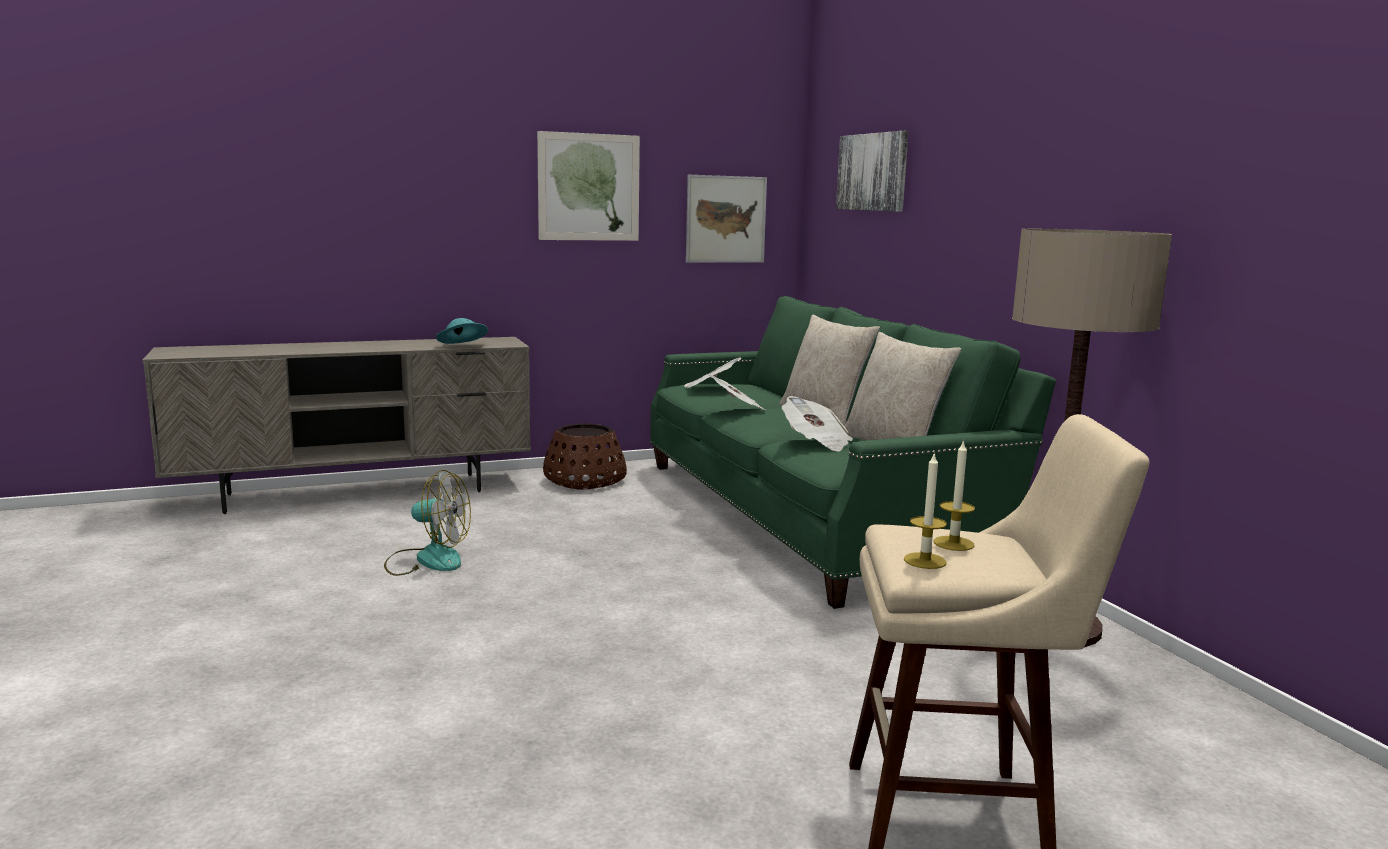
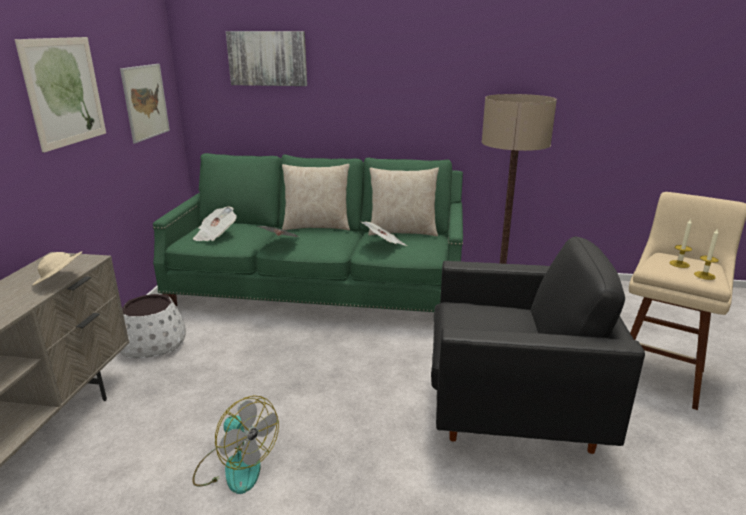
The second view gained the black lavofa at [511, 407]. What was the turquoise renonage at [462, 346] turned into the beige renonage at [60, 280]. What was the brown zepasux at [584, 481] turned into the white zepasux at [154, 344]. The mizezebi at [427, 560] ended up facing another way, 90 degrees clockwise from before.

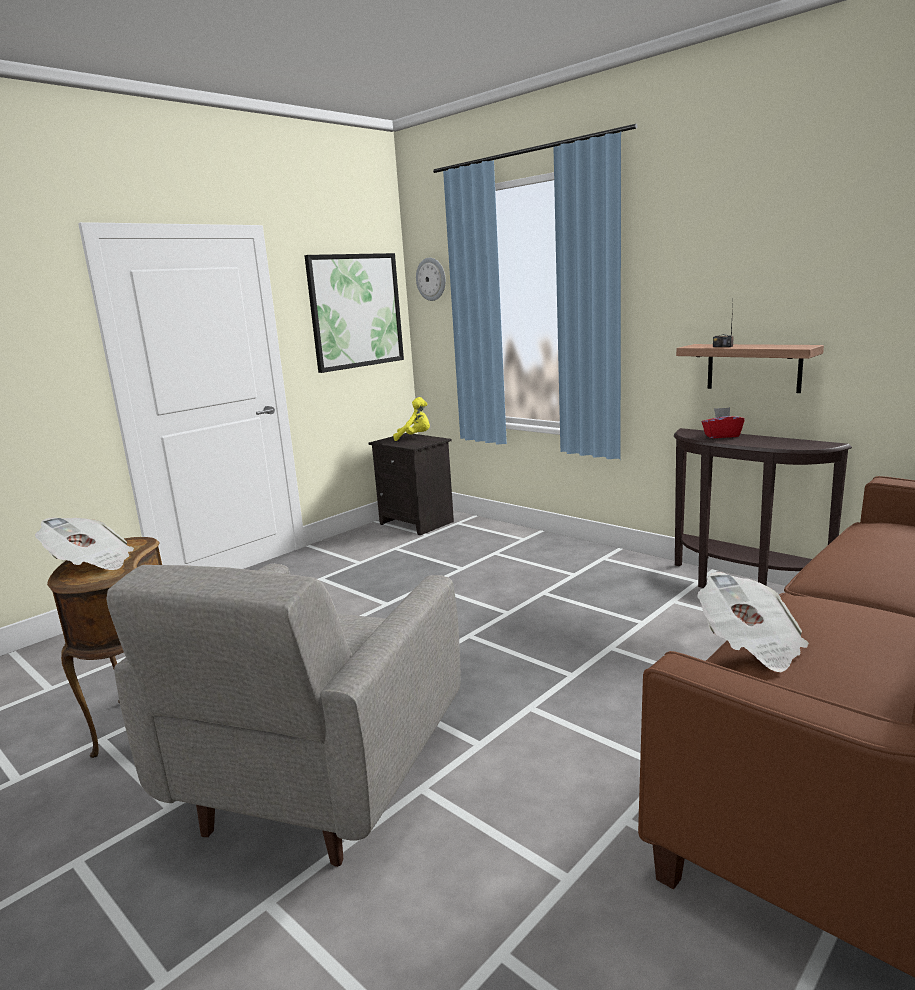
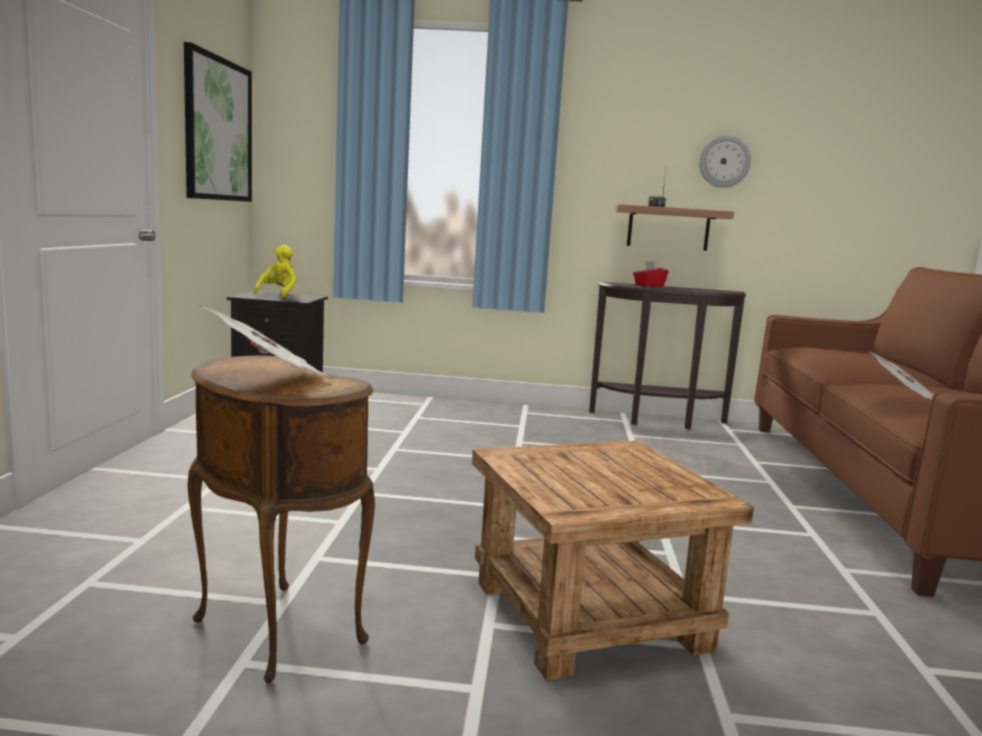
The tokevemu ended up elsewhere, having gone from [431, 279] to [724, 162]. Where the grey lavofa stood at [317, 780], the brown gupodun came to stand at [588, 616]. The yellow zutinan at [415, 437] ended up facing another way, 45 degrees counterclockwise from before.

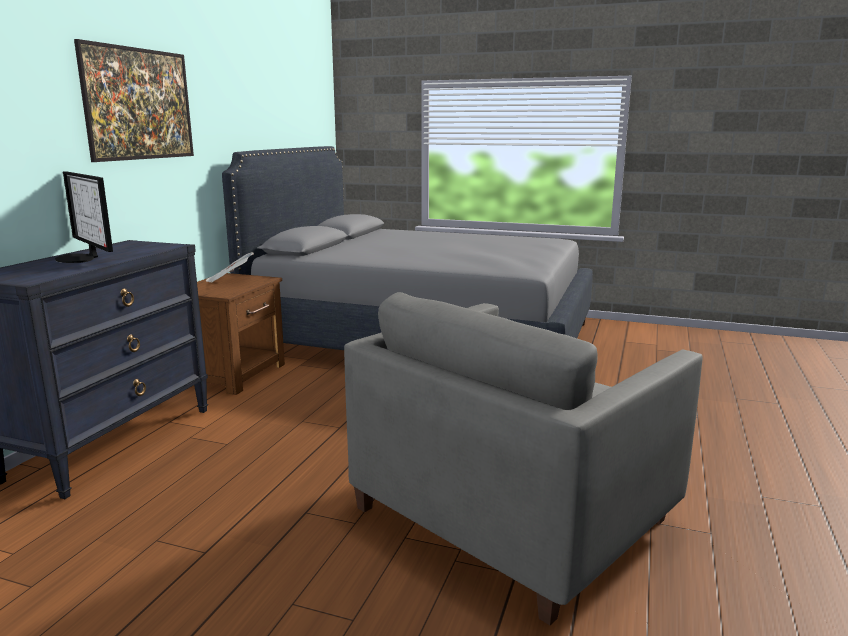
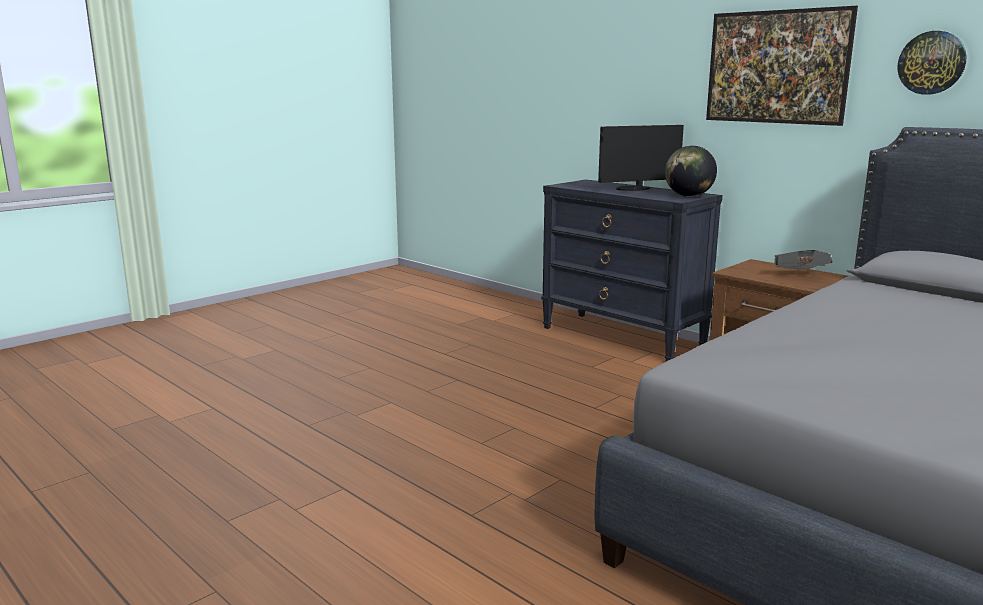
The second view lost the grey lavofa at [512, 515]. The second view gained the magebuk at [688, 196]. The second view gained the tokevemu at [931, 63].

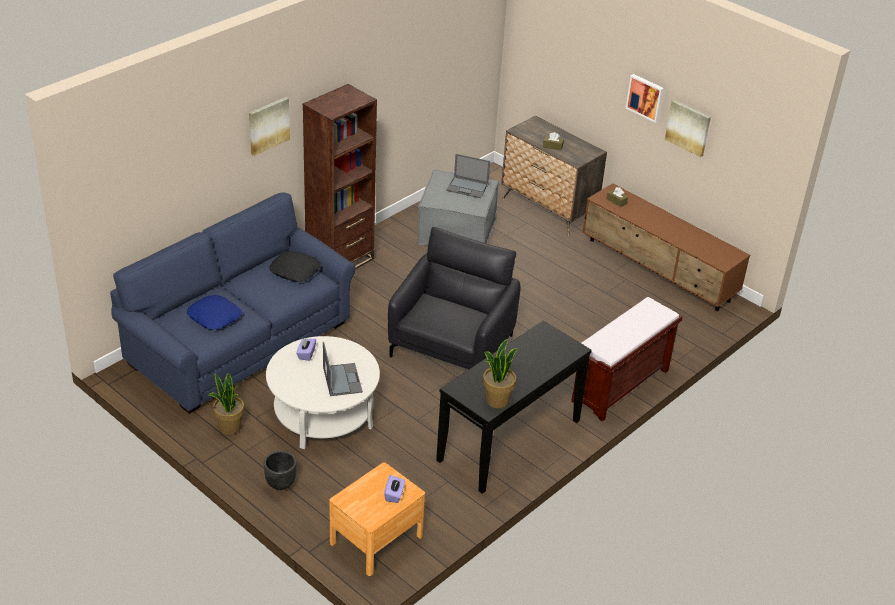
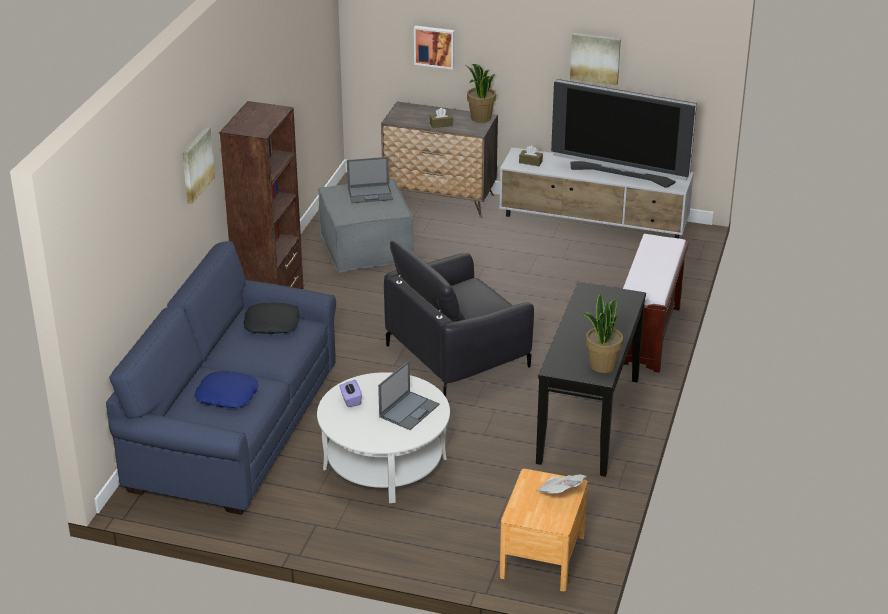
The second view lost the black zepasux at [280, 484]. The second view gained the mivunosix at [621, 174]. The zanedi ended up elsewhere, having gone from [229, 427] to [480, 118]. The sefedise ended up elsewhere, having gone from [645, 97] to [434, 46]. Where the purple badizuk stood at [394, 495], the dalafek came to stand at [560, 493]. What was the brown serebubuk at [658, 271] turned into the white serebubuk at [594, 223]. The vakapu at [342, 379] ended up facing another way, 75 degrees clockwise from before. The black lavofa at [451, 346] ended up facing another way, 120 degrees counterclockwise from before.

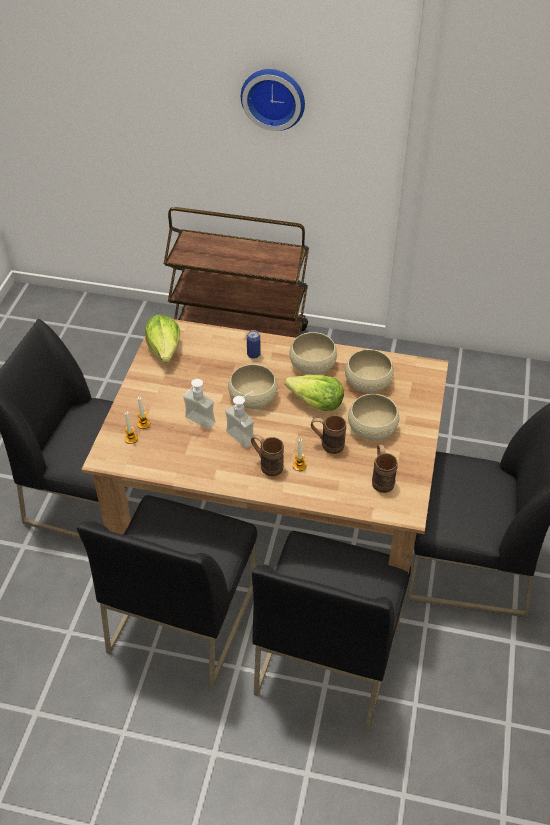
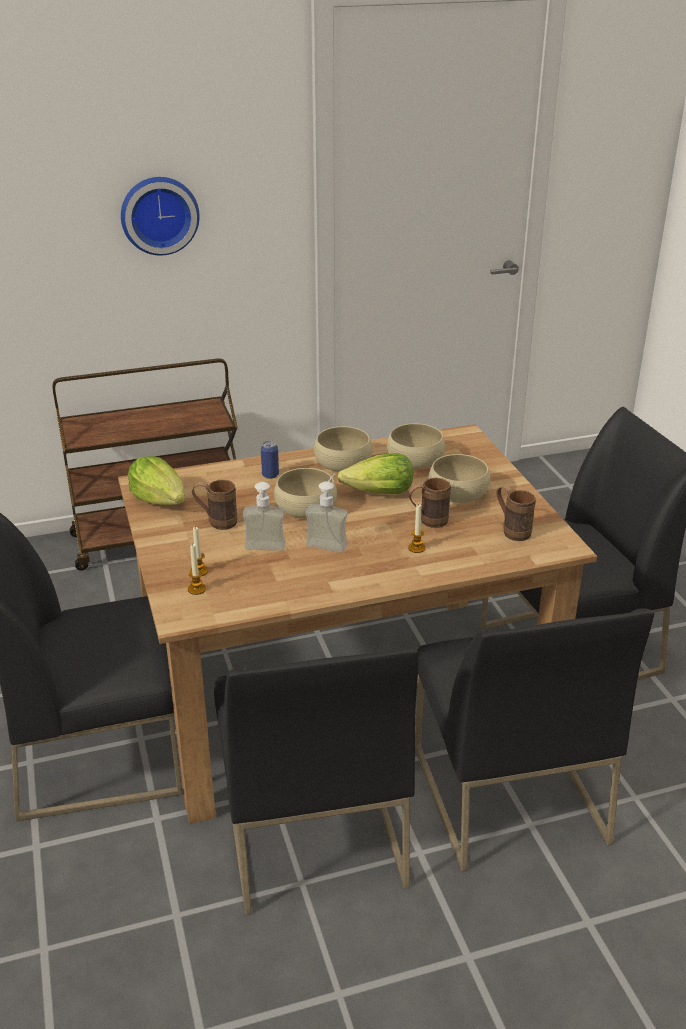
The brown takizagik ended up elsewhere, having gone from [267, 465] to [216, 522].

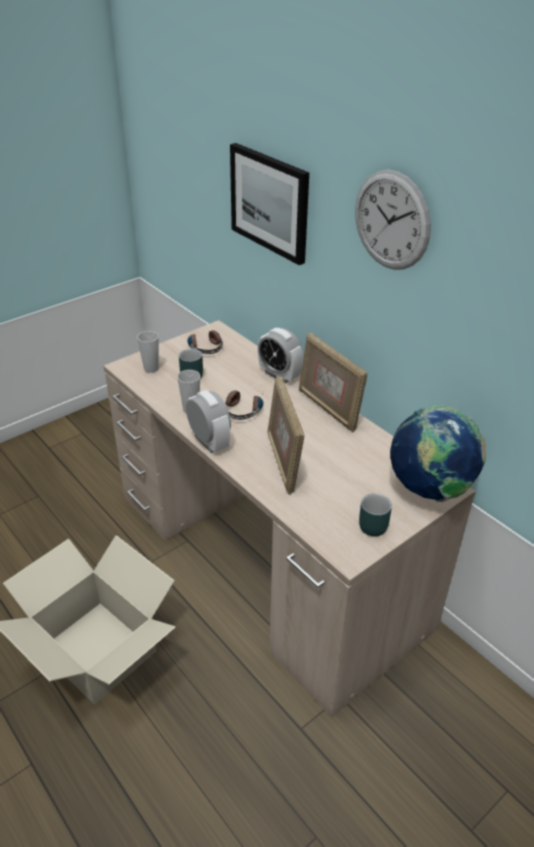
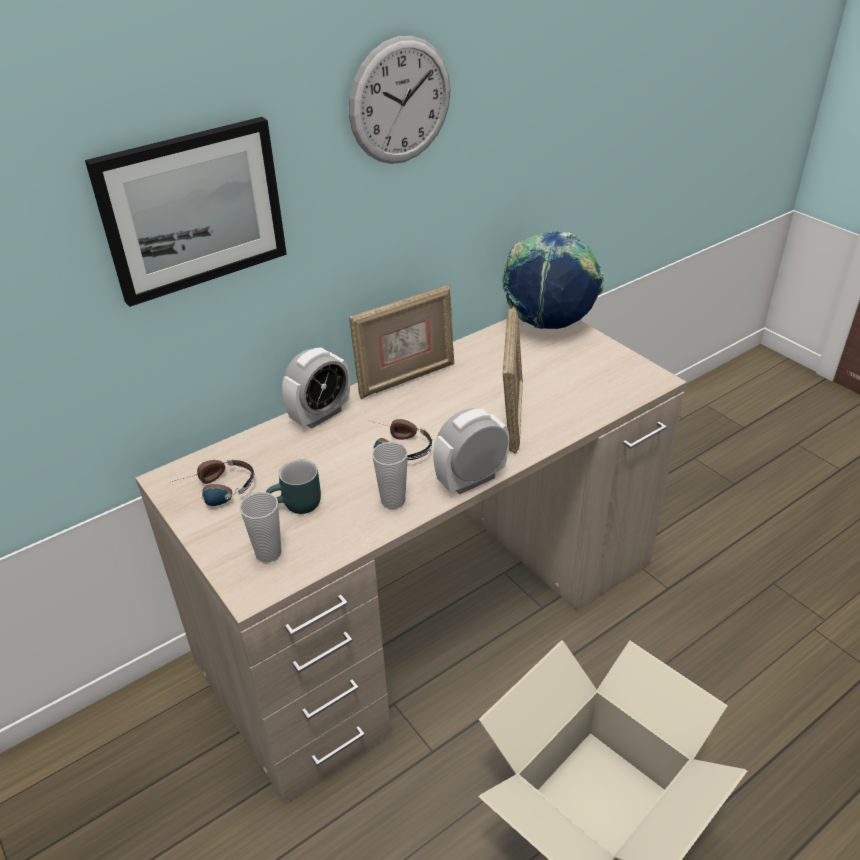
The second view lost the turquoise takizagik at [371, 523]. The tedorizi at [283, 462] ended up facing another way, 75 degrees counterclockwise from before.

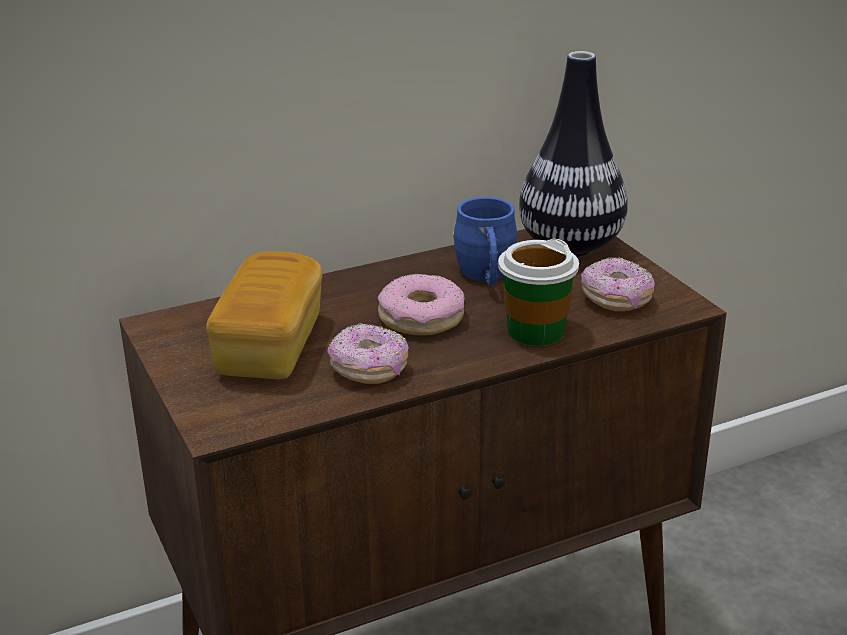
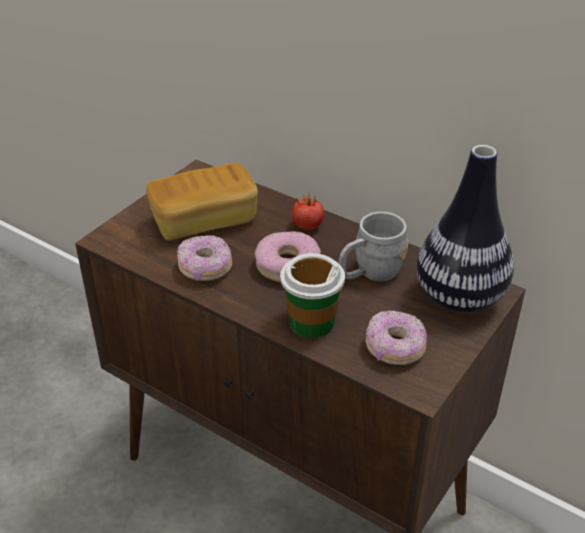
The second view gained the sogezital at [308, 226]. What was the blue takizagik at [486, 277] turned into the grey takizagik at [369, 273].

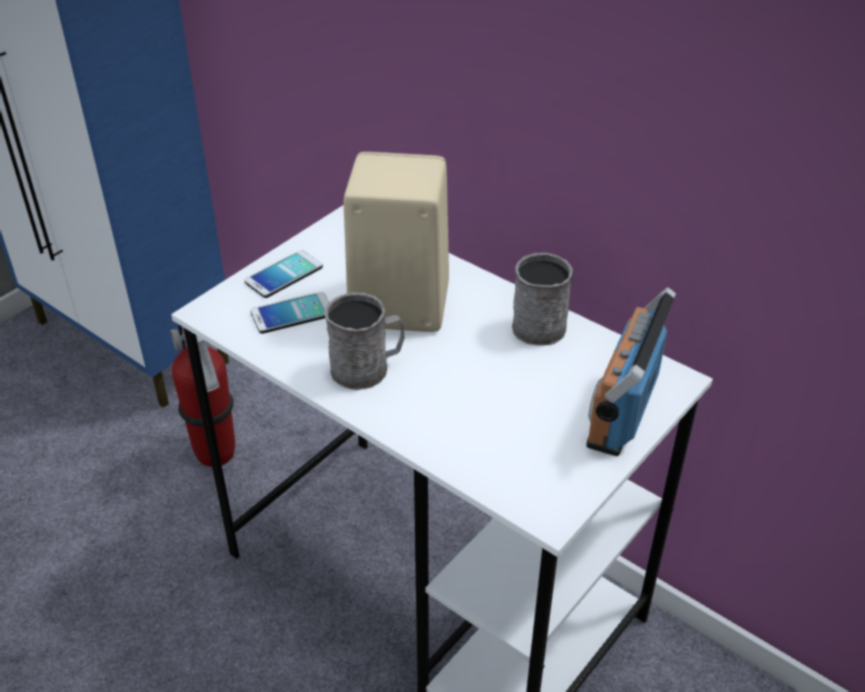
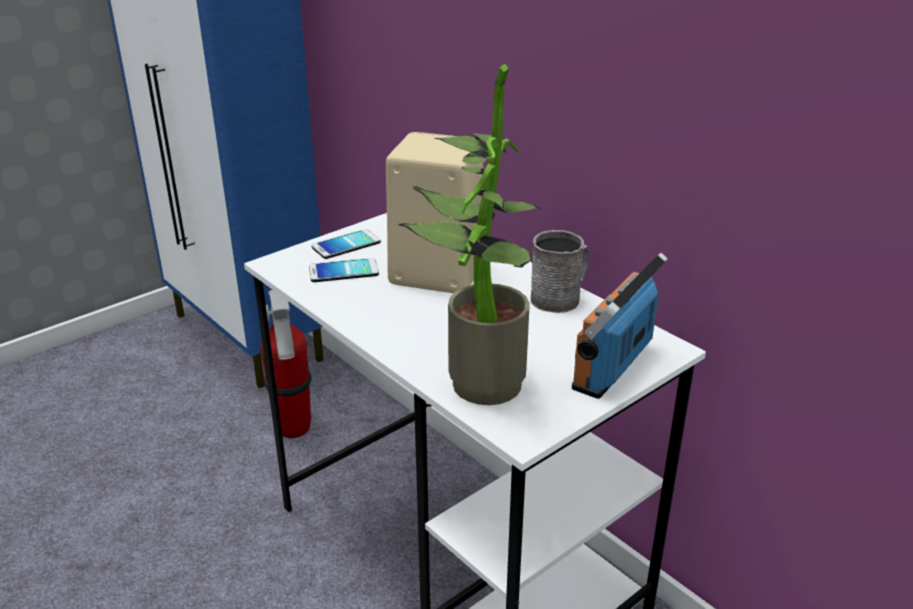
The second view lost the grey takizagik at [367, 368]. The second view gained the zanedi at [475, 382].

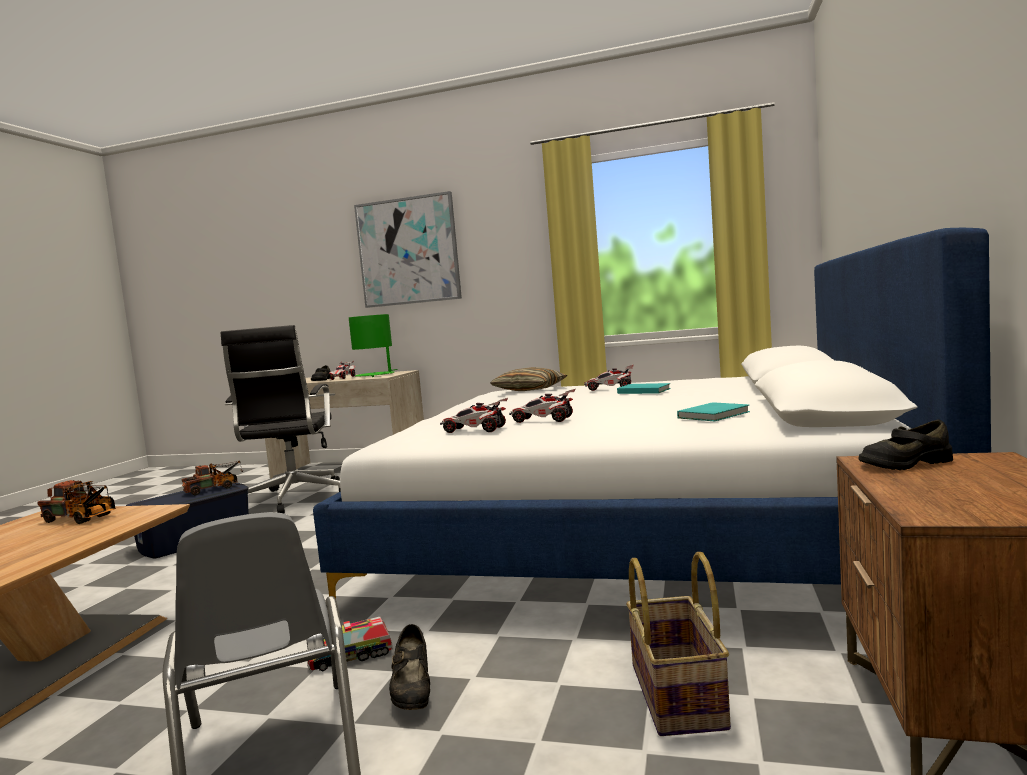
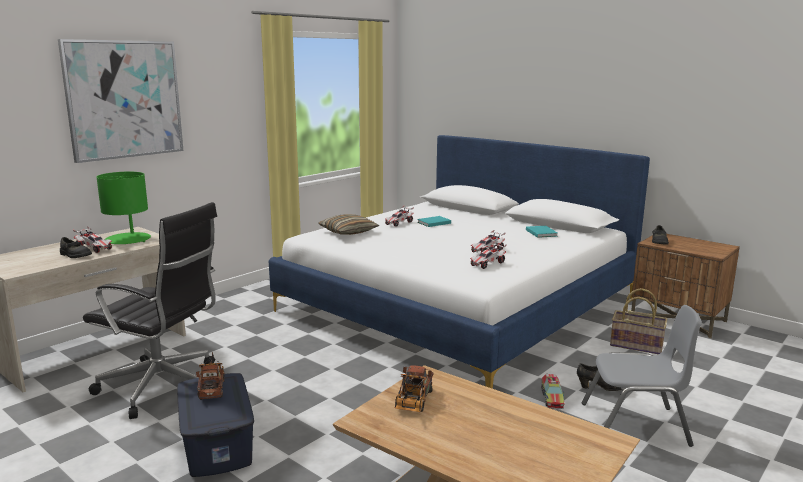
The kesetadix at [82, 519] ended up facing another way, 150 degrees clockwise from before.

